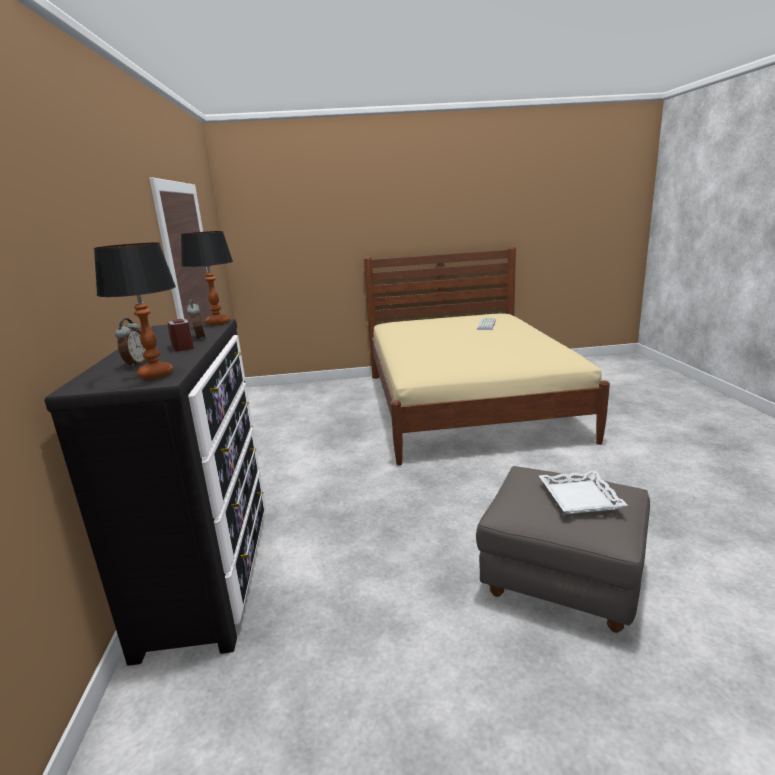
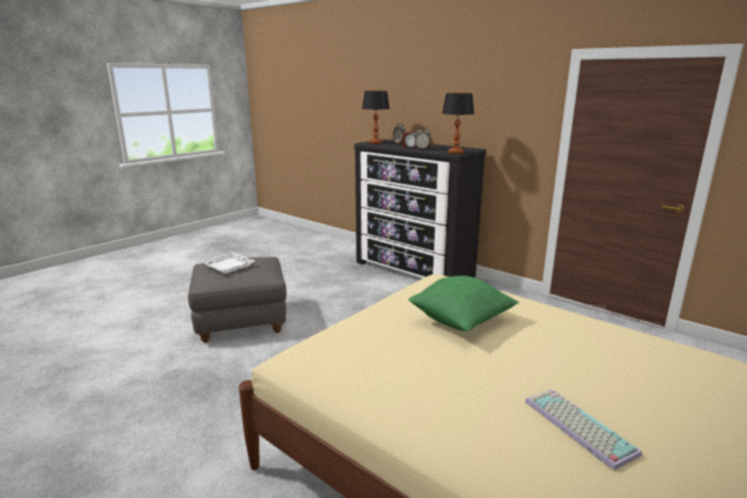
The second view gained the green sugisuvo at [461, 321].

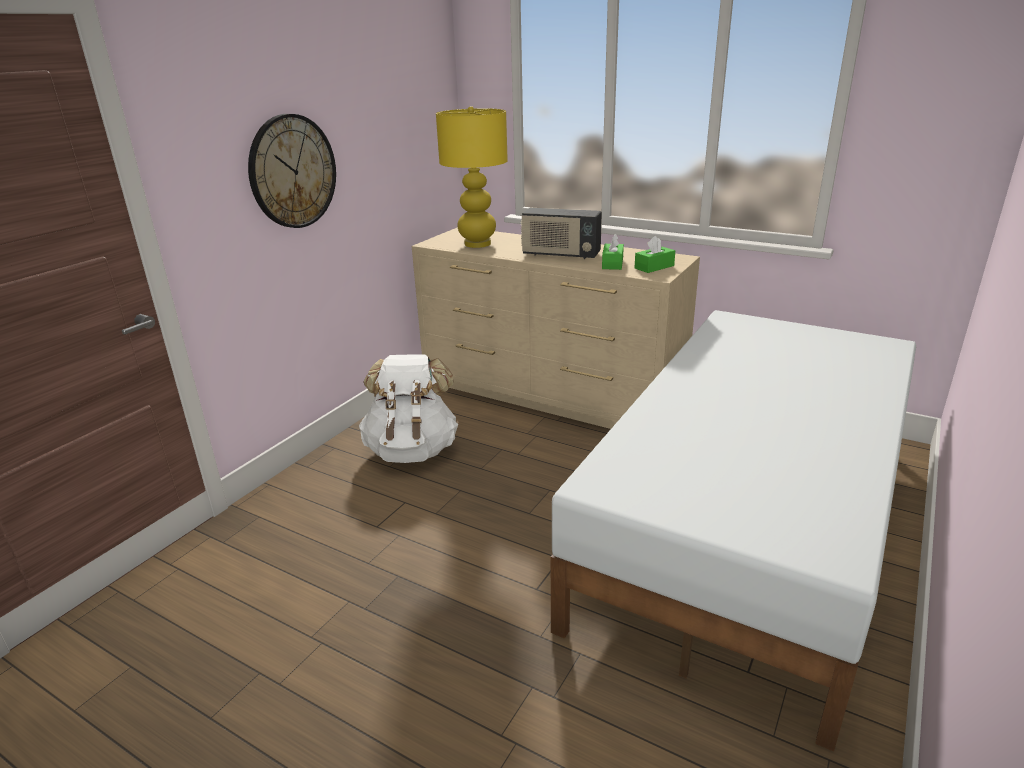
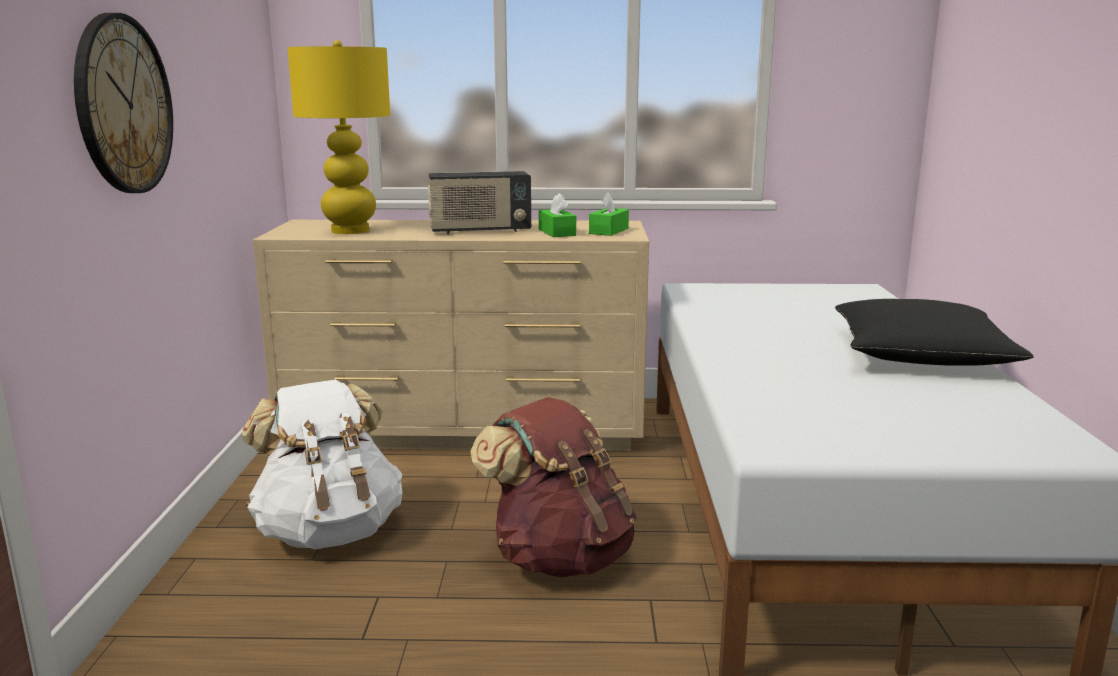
The second view gained the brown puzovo at [559, 557]. The second view gained the black sugisuvo at [920, 355].

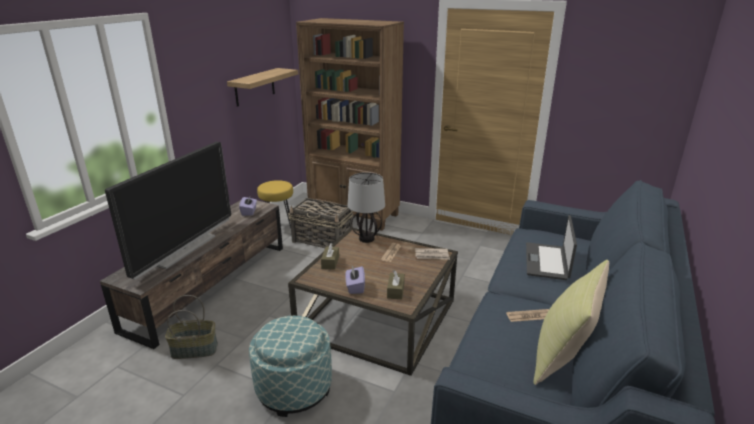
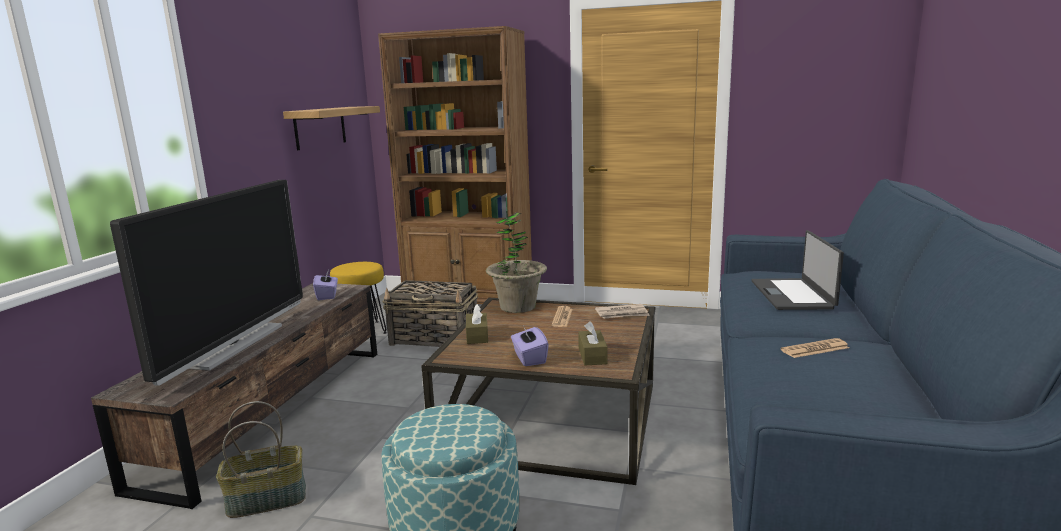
The second view lost the yellow sugisuvo at [563, 356]. Where the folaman stood at [366, 239], the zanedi came to stand at [517, 307].

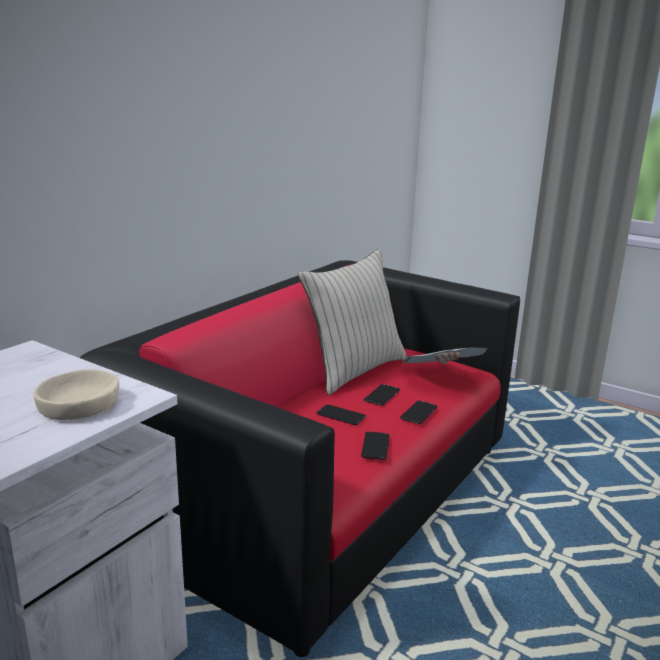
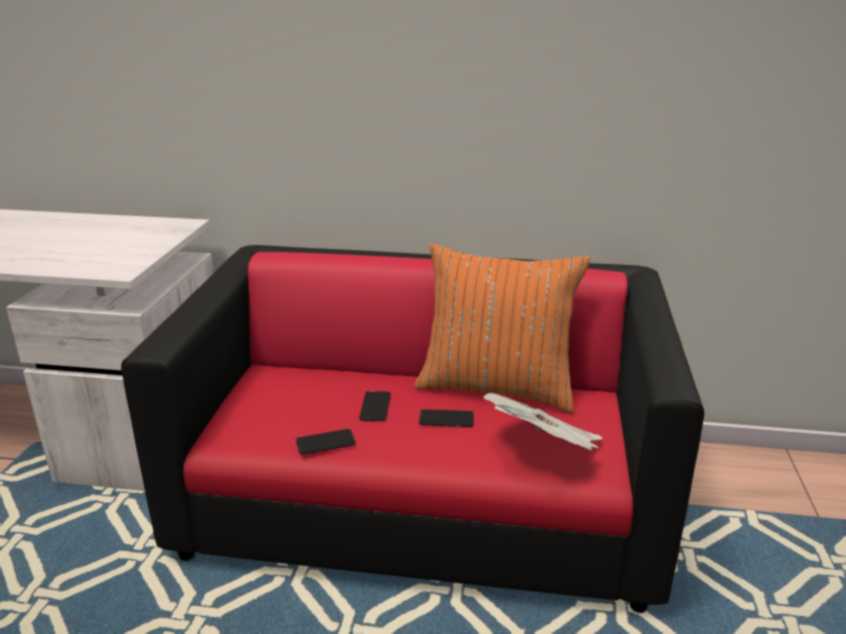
The second view lost the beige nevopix at [79, 405]. The second view lost the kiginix at [418, 413]. What was the beige sugisuvo at [353, 370] turned into the orange sugisuvo at [496, 388].

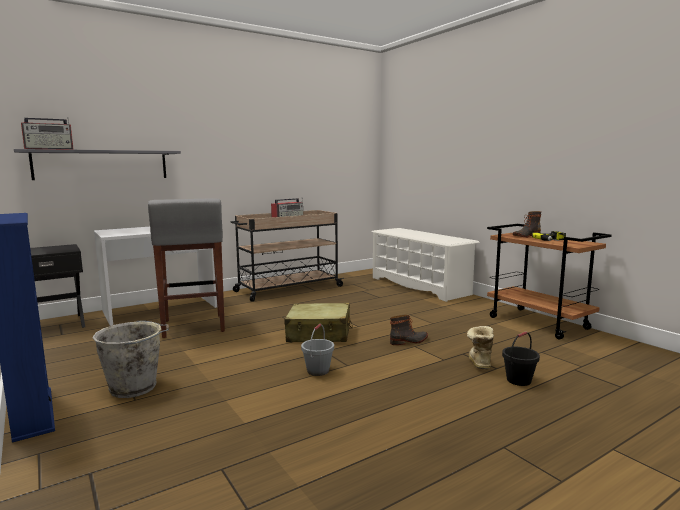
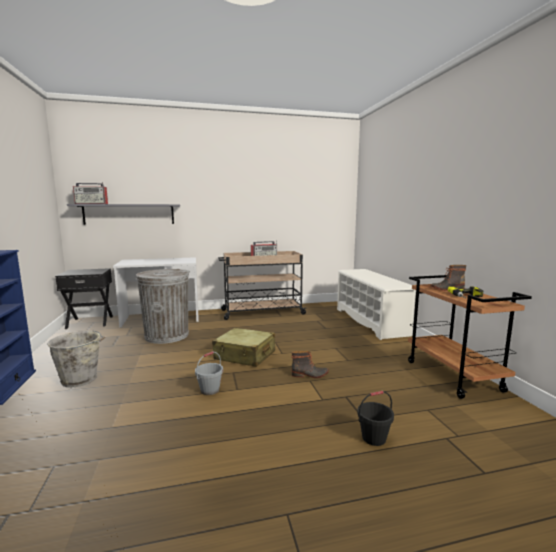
The second view lost the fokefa at [479, 363]. Where the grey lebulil stood at [193, 326], the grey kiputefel came to stand at [166, 335].

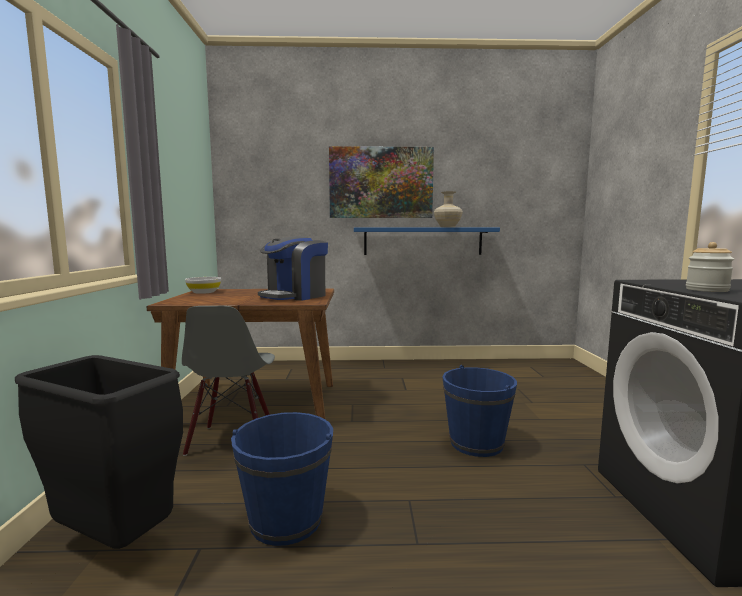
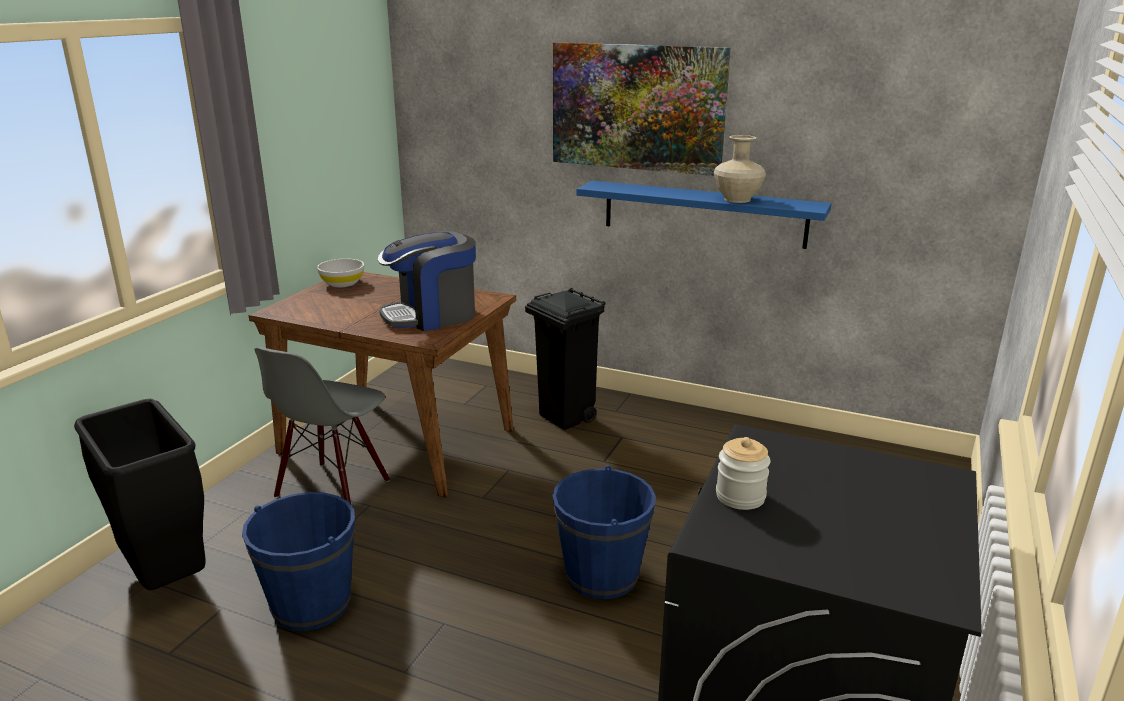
The second view gained the black kiputefel at [566, 418].

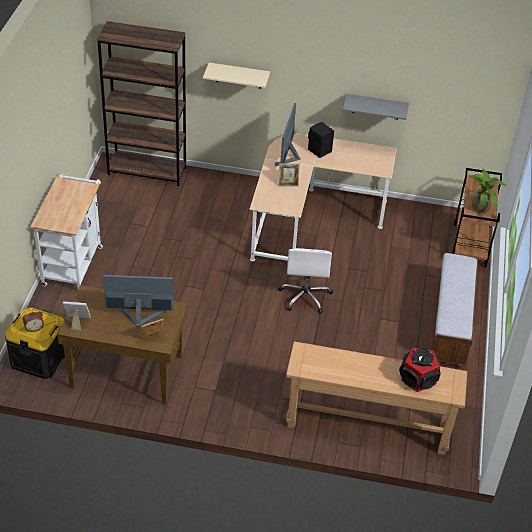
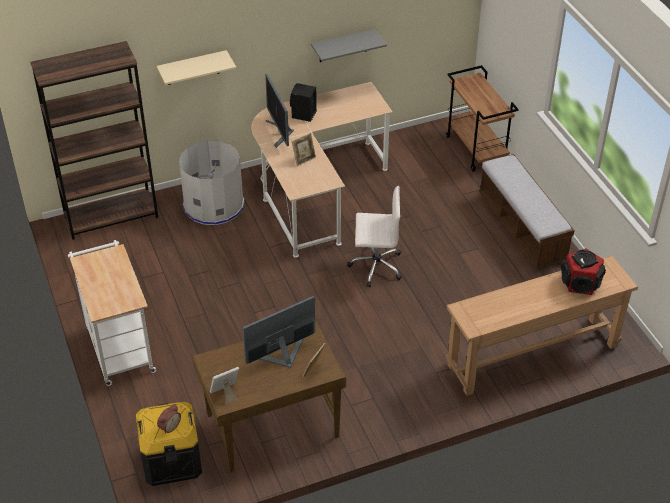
The second view lost the zanedi at [481, 206]. The second view gained the grey kiputefel at [213, 205]. The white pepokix at [305, 296] ended up facing another way, 60 degrees counterclockwise from before.

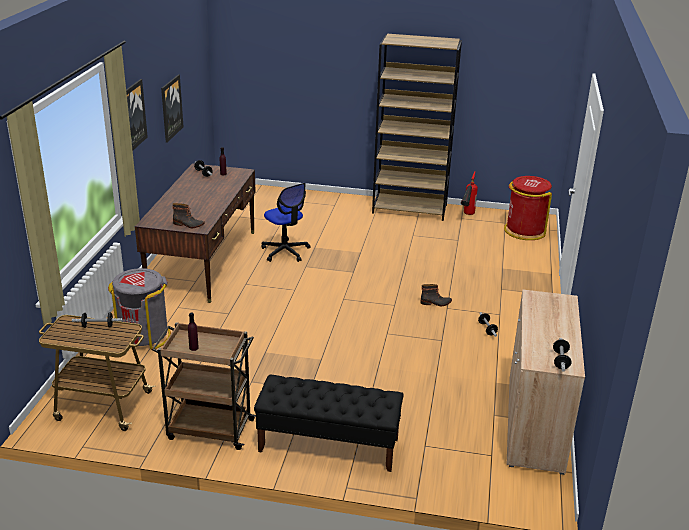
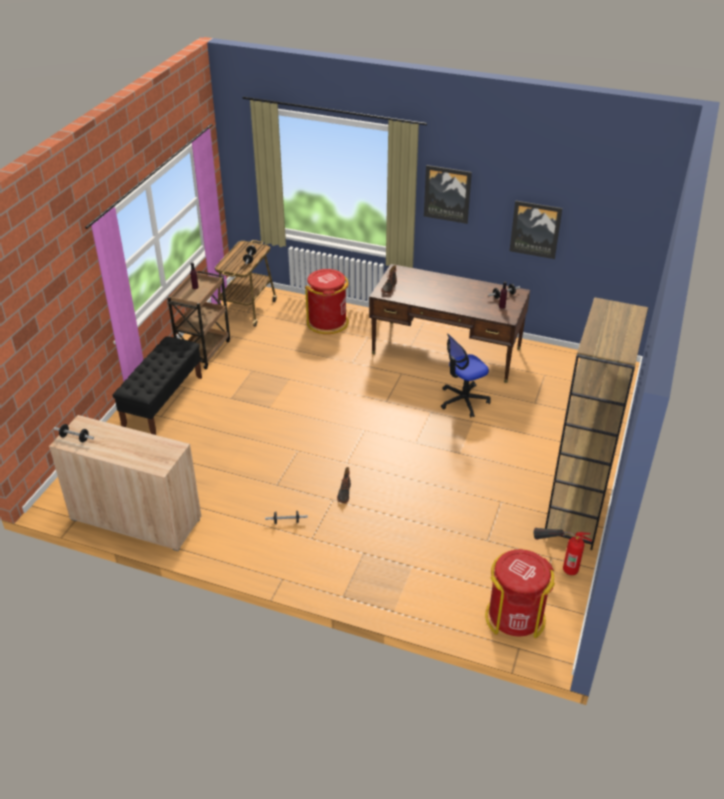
What was the grey kiputefel at [144, 336] turned into the red kiputefel at [328, 322].

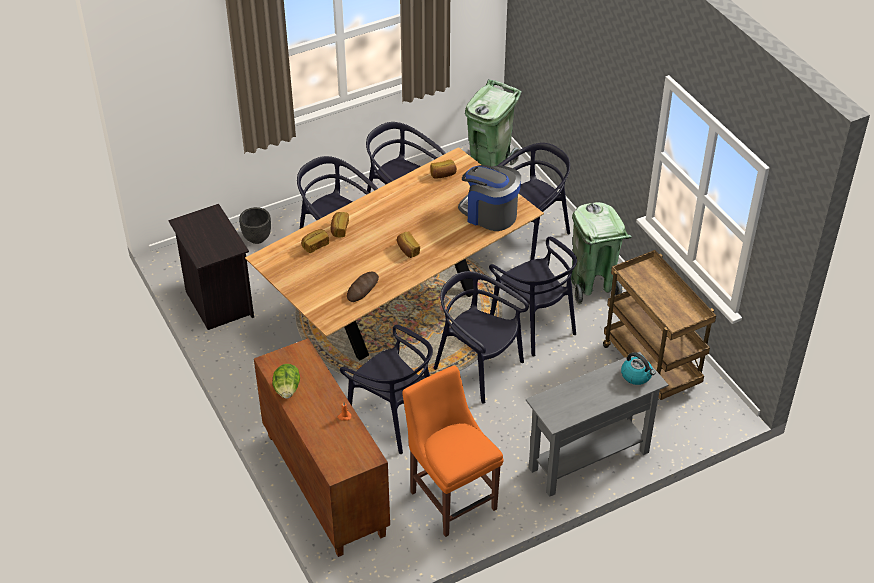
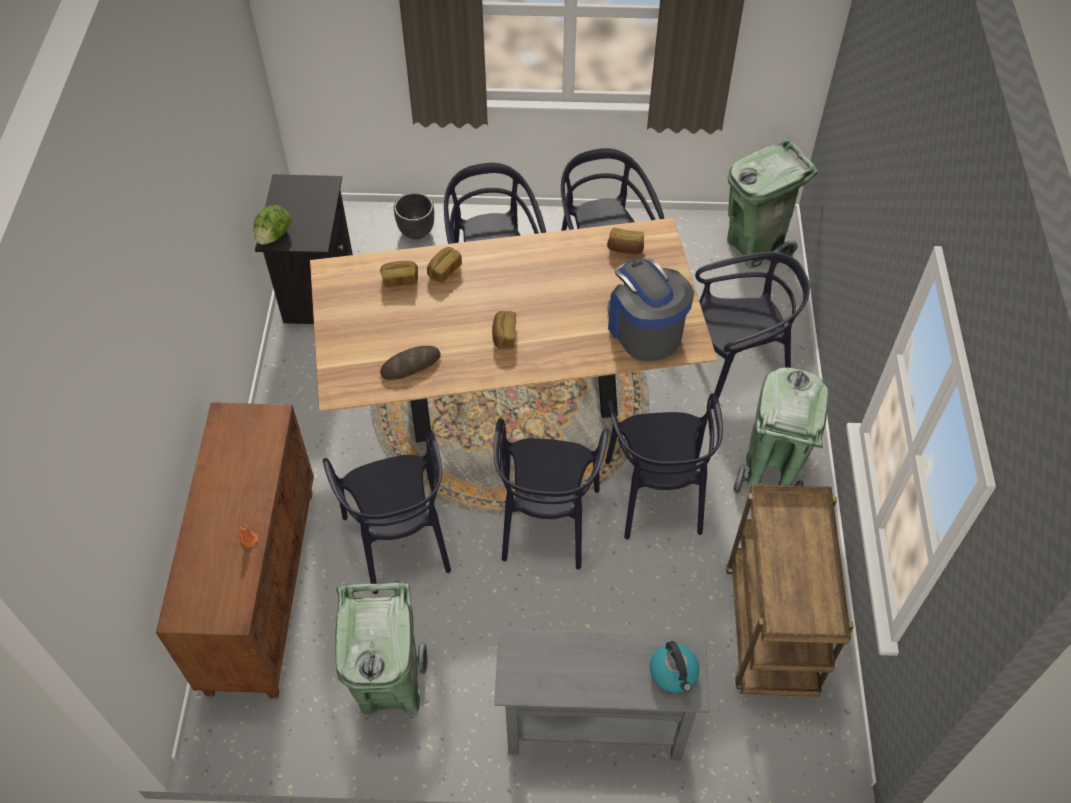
The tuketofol ended up elsewhere, having gone from [287, 390] to [274, 236]. Where the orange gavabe stood at [451, 497], the green kiputefel came to stand at [390, 686]. The black gavabe at [478, 368] ended up facing another way, 150 degrees counterclockwise from before.

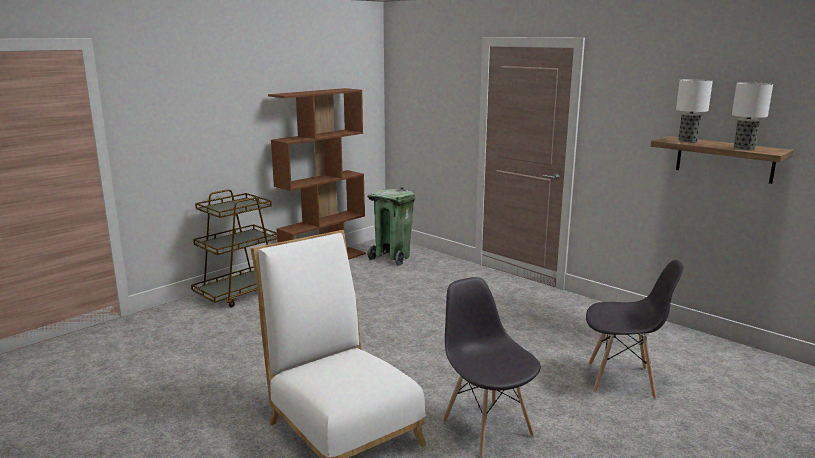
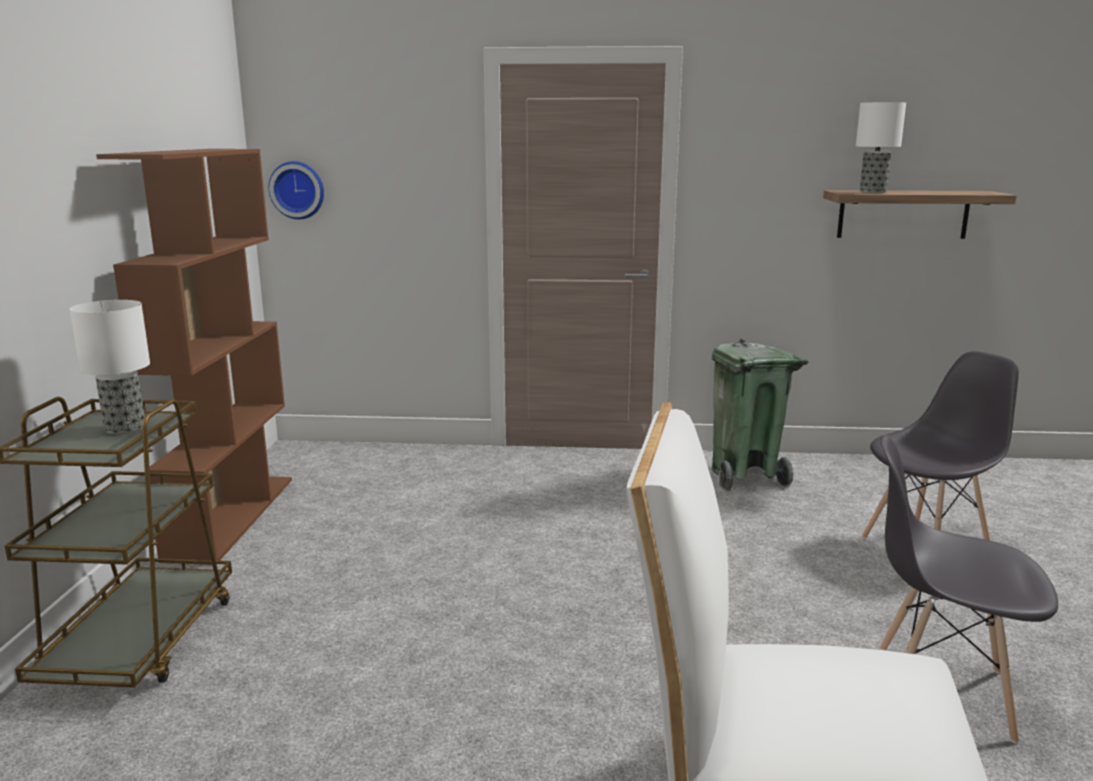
The second view gained the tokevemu at [298, 190]. The green kiputefel ended up elsewhere, having gone from [392, 258] to [745, 476]. The folaman ended up elsewhere, having gone from [743, 148] to [124, 428].

